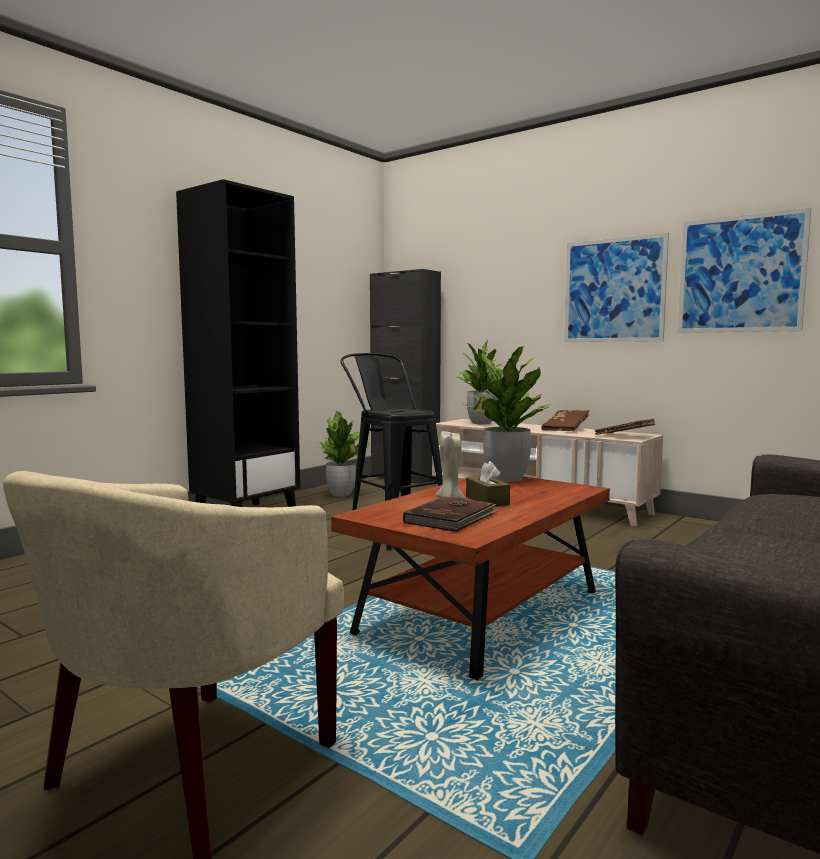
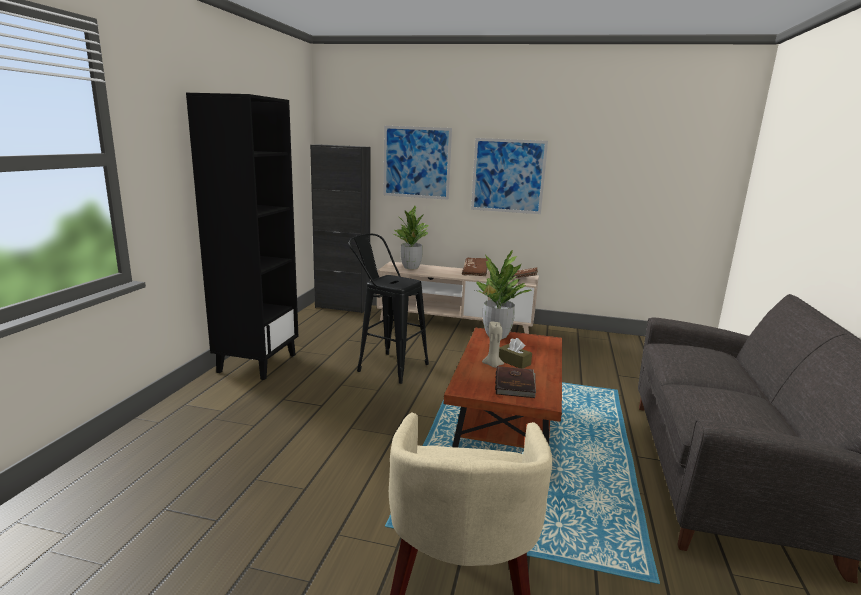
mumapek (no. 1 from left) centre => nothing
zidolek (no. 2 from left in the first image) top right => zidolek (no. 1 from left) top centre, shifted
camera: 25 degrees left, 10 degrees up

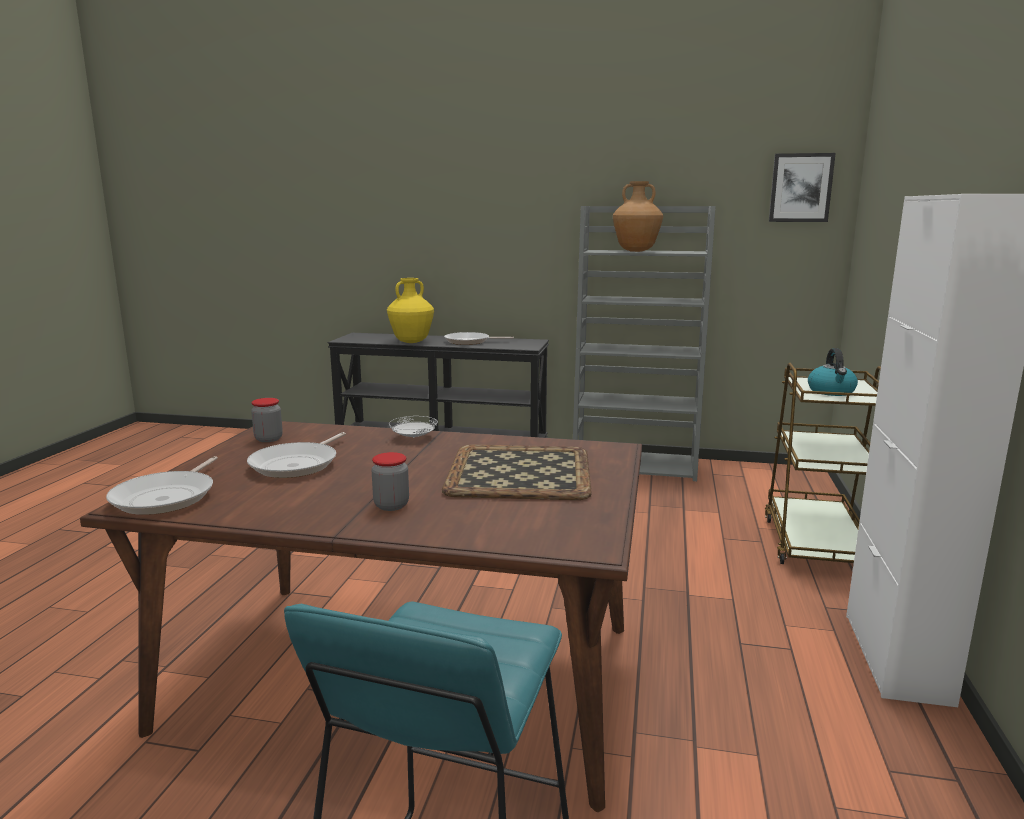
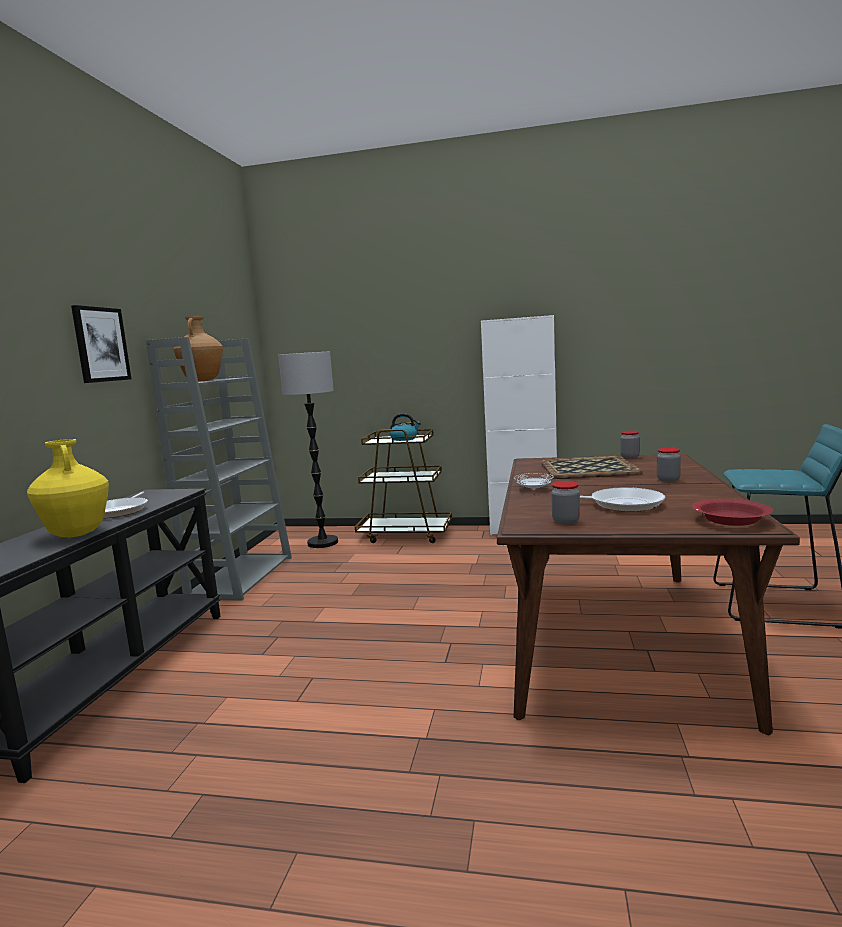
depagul (no. 1 from left) middle left => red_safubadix middle right
zidolek top right => zidolek middle left, shifted
nothing => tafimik centre
nothing => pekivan (no. 2 from left) middle right
camera: 90 degrees left, 5 degrees down

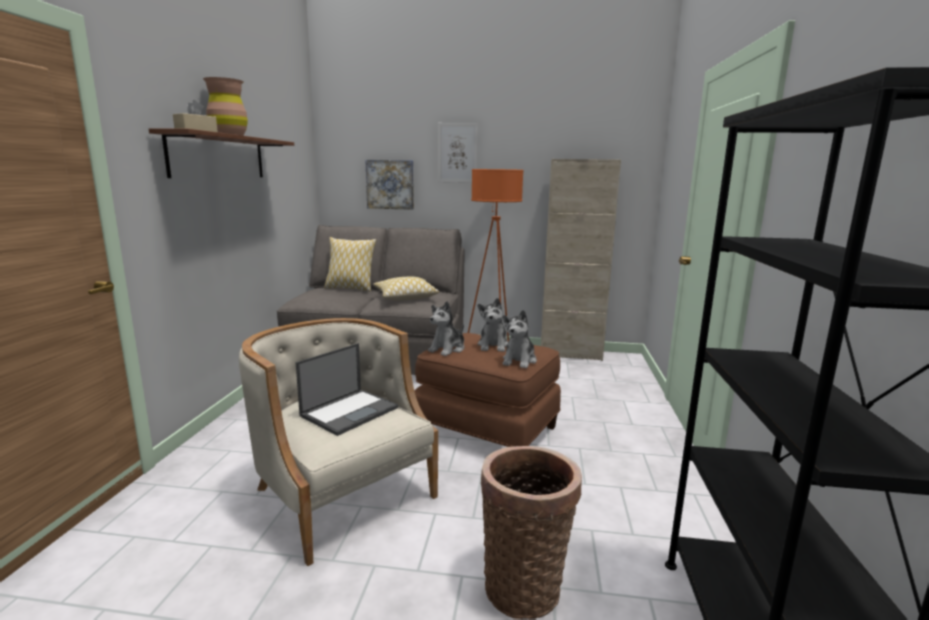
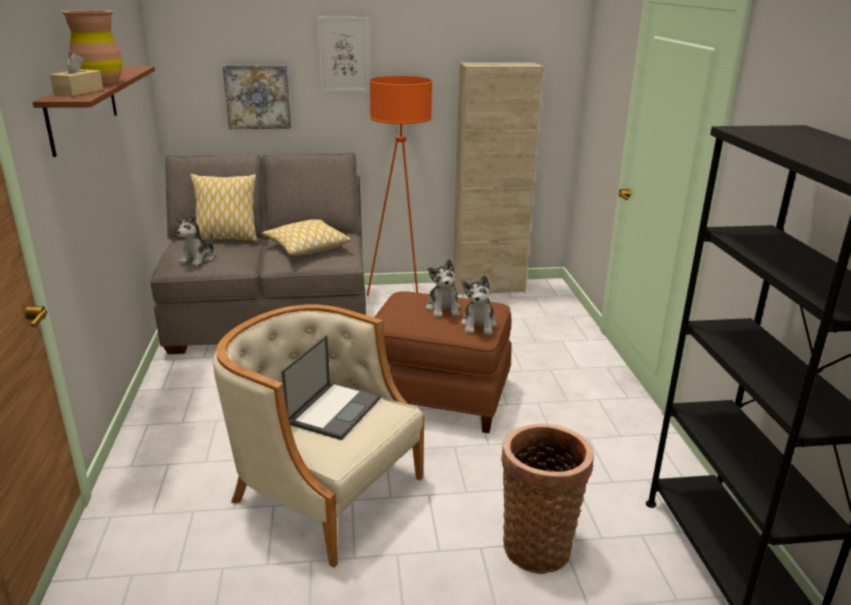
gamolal (no. 1 from left) centre => gamolal (no. 1 from left) middle left, shifted
camera: 15 degrees left, 10 degrees up

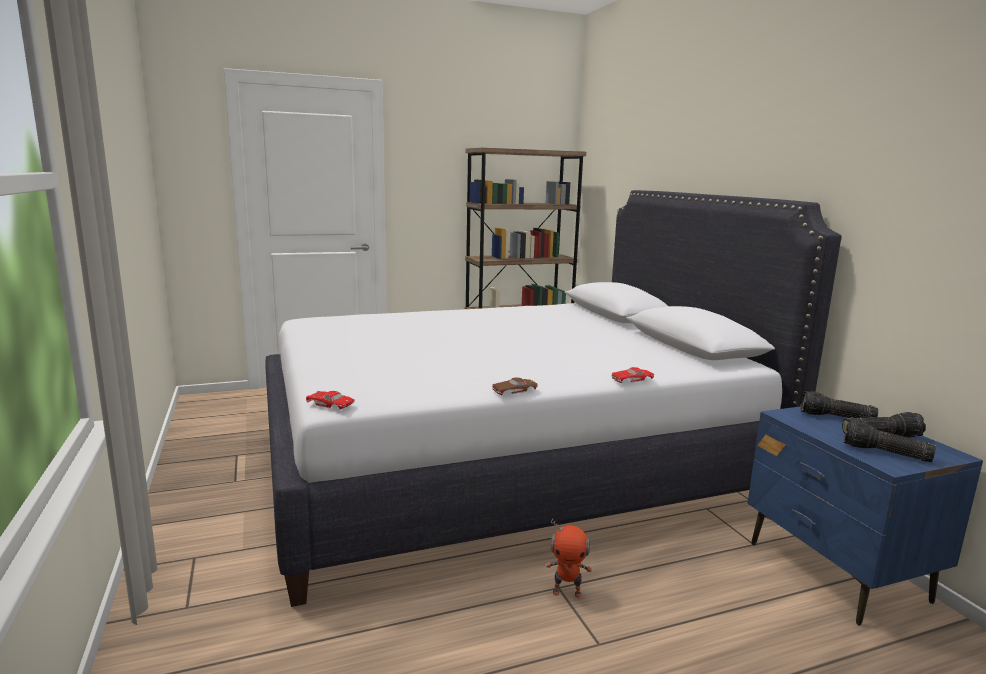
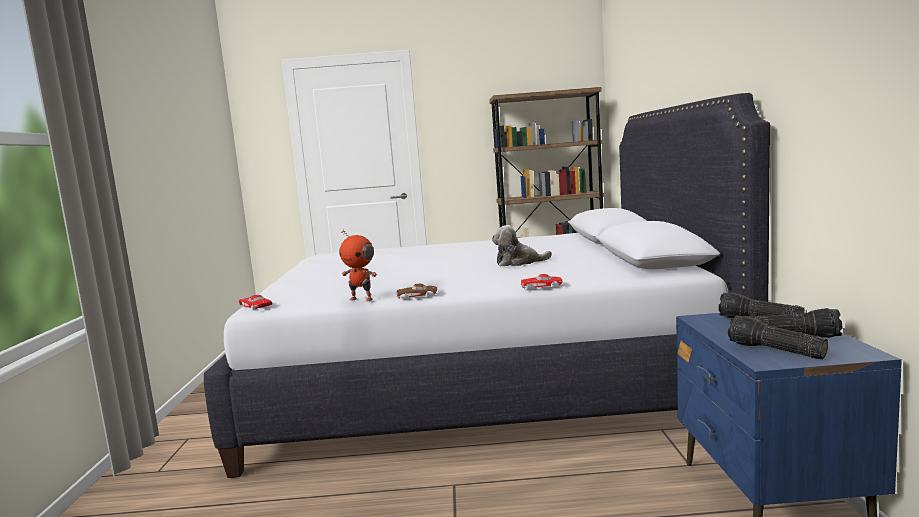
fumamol bottom centre => fumamol centre, shifted
nothing => gamolal centre
camera: 20 degrees right, 5 degrees down

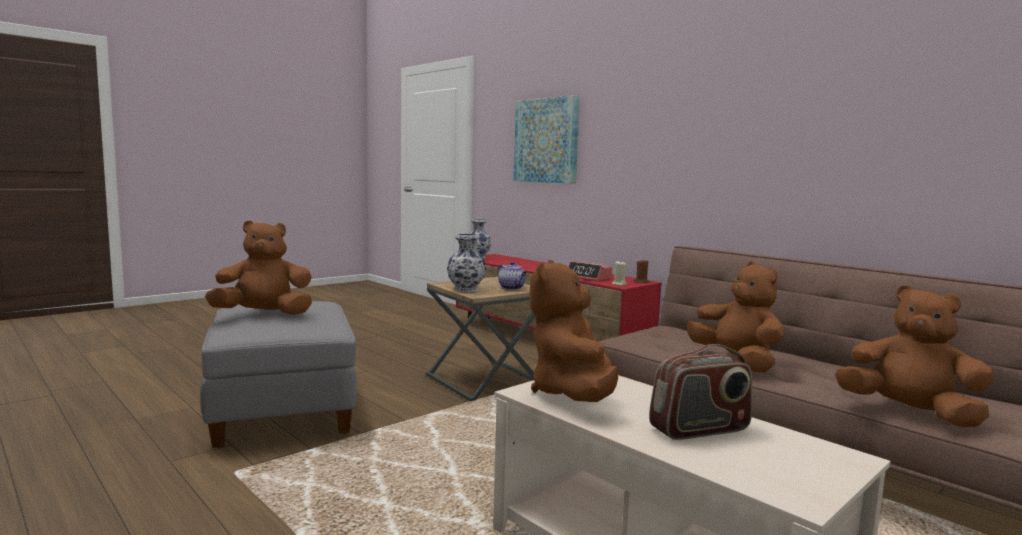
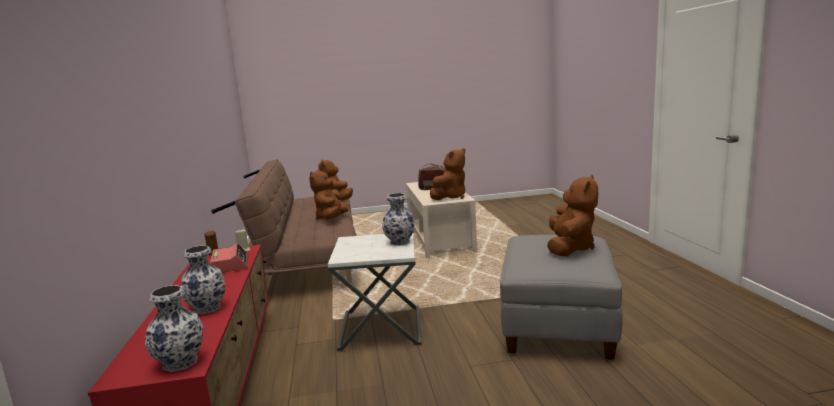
brown_gamolal (no. 1 from left in the first image) middle left => brown_gamolal (no. 4 from left) middle right, 90 degrees counterclockwise
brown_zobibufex centre => white_zobibufex bottom centre
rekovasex centre => nothing
zidolek top centre => nothing
nothing => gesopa (no. 2 from left) bottom left
camera: 145 degrees left, 5 degrees up

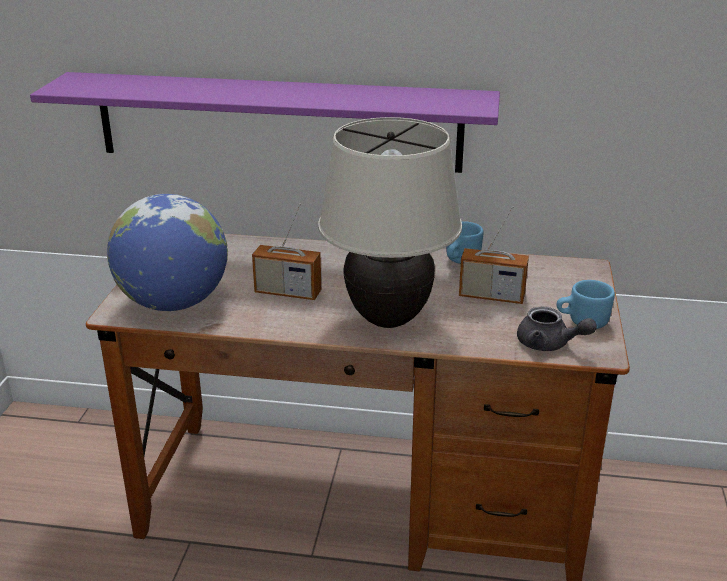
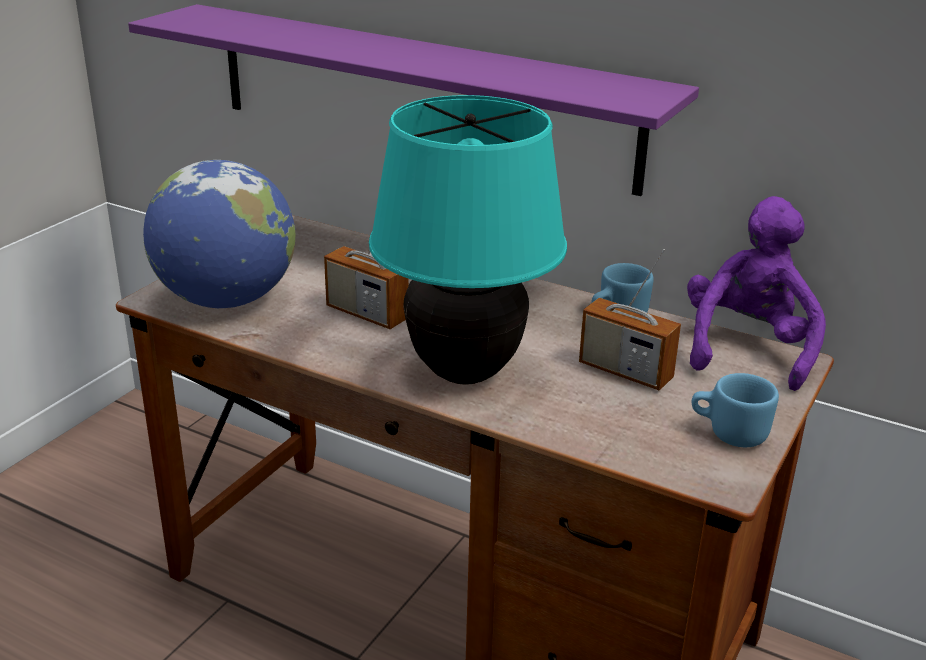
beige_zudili centre => turquoise_zudili centre
grey_rekovasex middle right => nothing
nothing => purple_gamolal middle right
camera: 20 degrees right, 0 degrees up

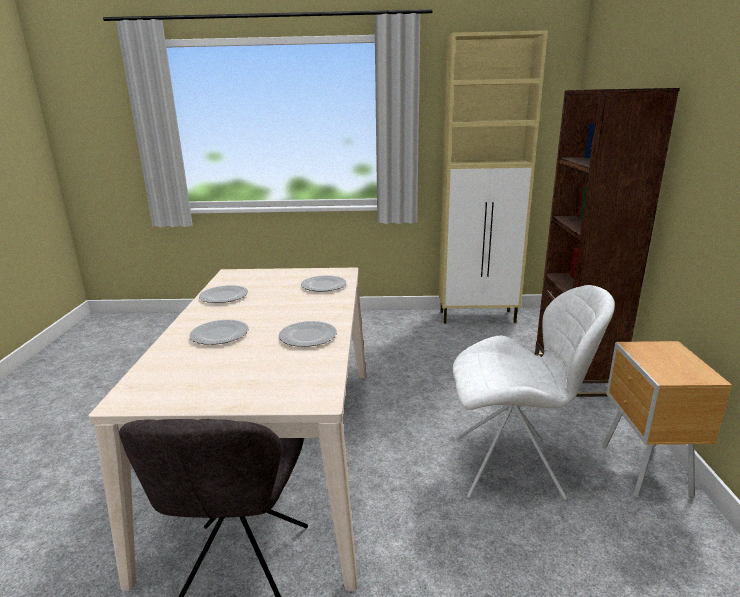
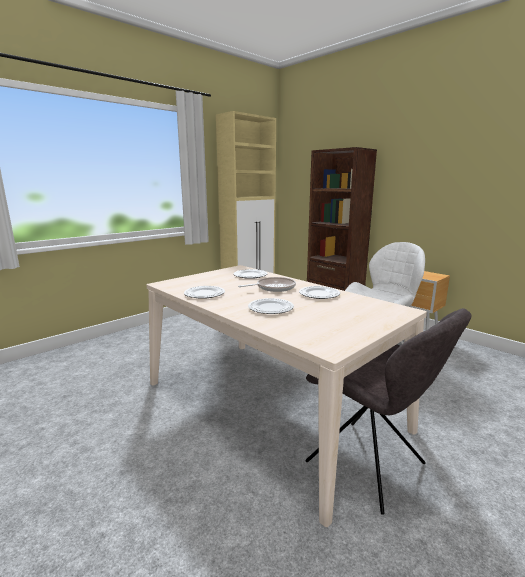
nothing => depagul centre
camera: 45 degrees left, 5 degrees down

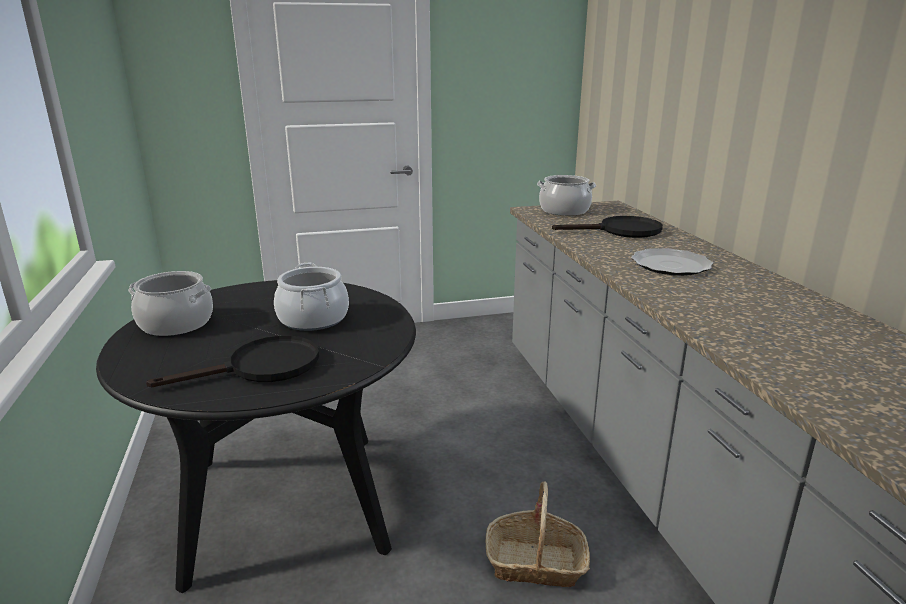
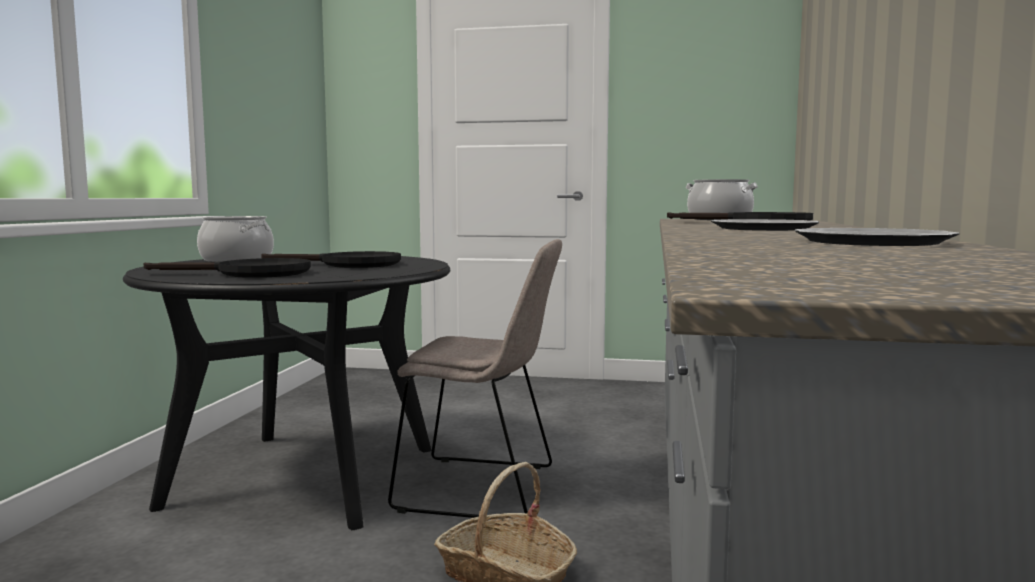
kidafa (no. 2 from left) centre => black_depagul (no. 2 from left) middle left
nothing => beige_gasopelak centre
nothing => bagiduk (no. 2 from left) middle right
camera: 25 degrees right, 15 degrees down

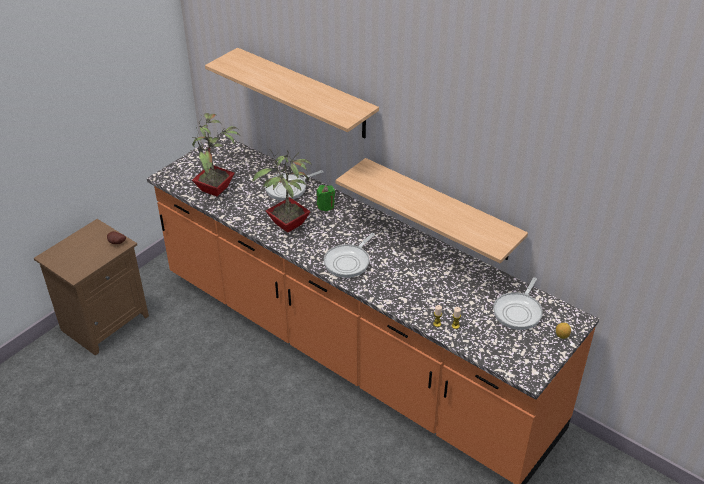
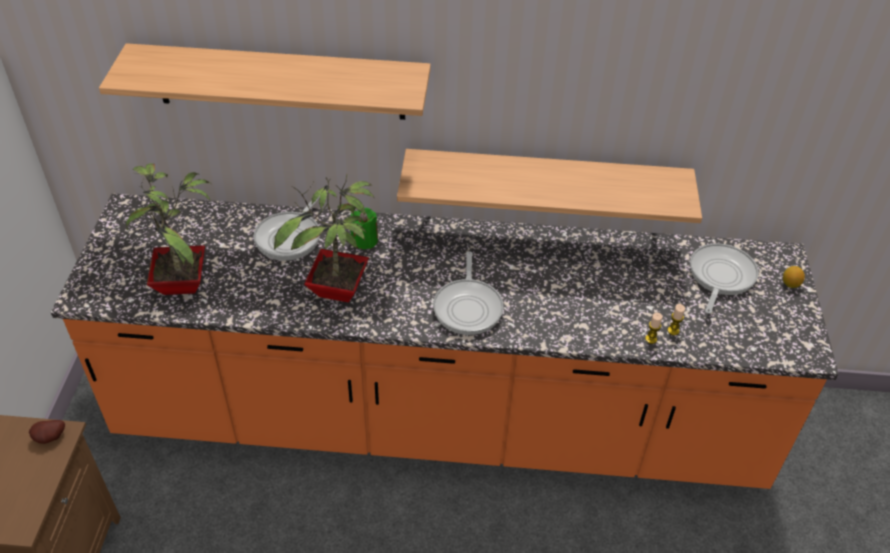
depagul (no. 3 from left) middle right, 150 degrees counterclockwise
camera: 35 degrees left, 5 degrees up

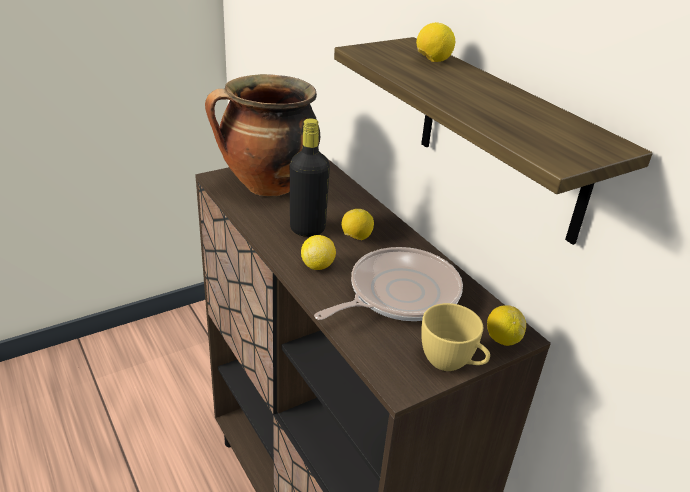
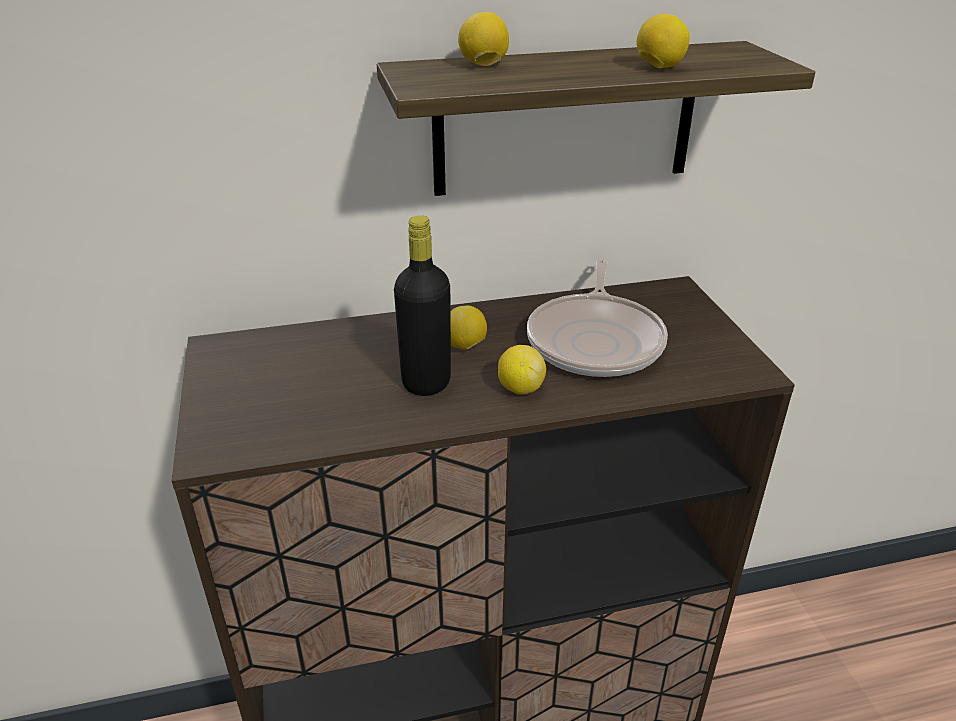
kidafa top centre => nothing
depagul centre, 150 degrees counterclockwise
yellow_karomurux bottom centre => nothing
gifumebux (no. 4 from left) middle right => gifumebux (no. 4 from left) top right, shifted
camera: 70 degrees left, 0 degrees up

